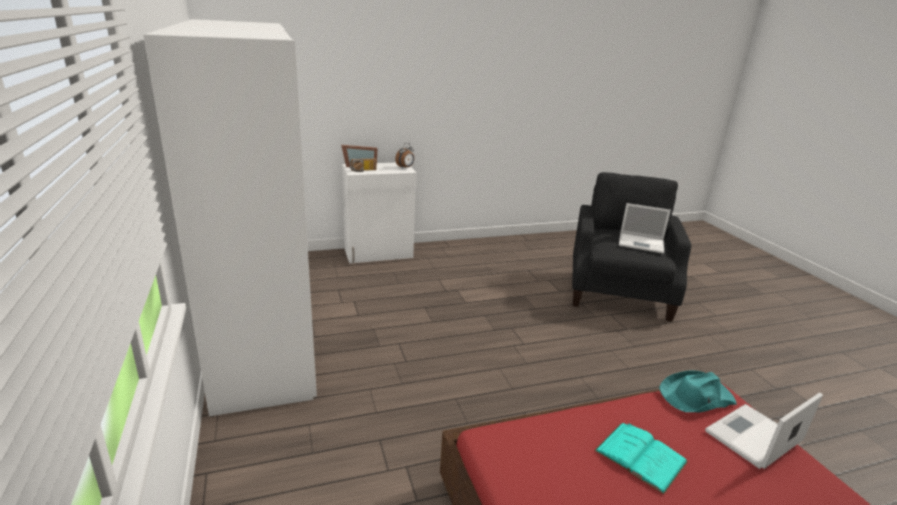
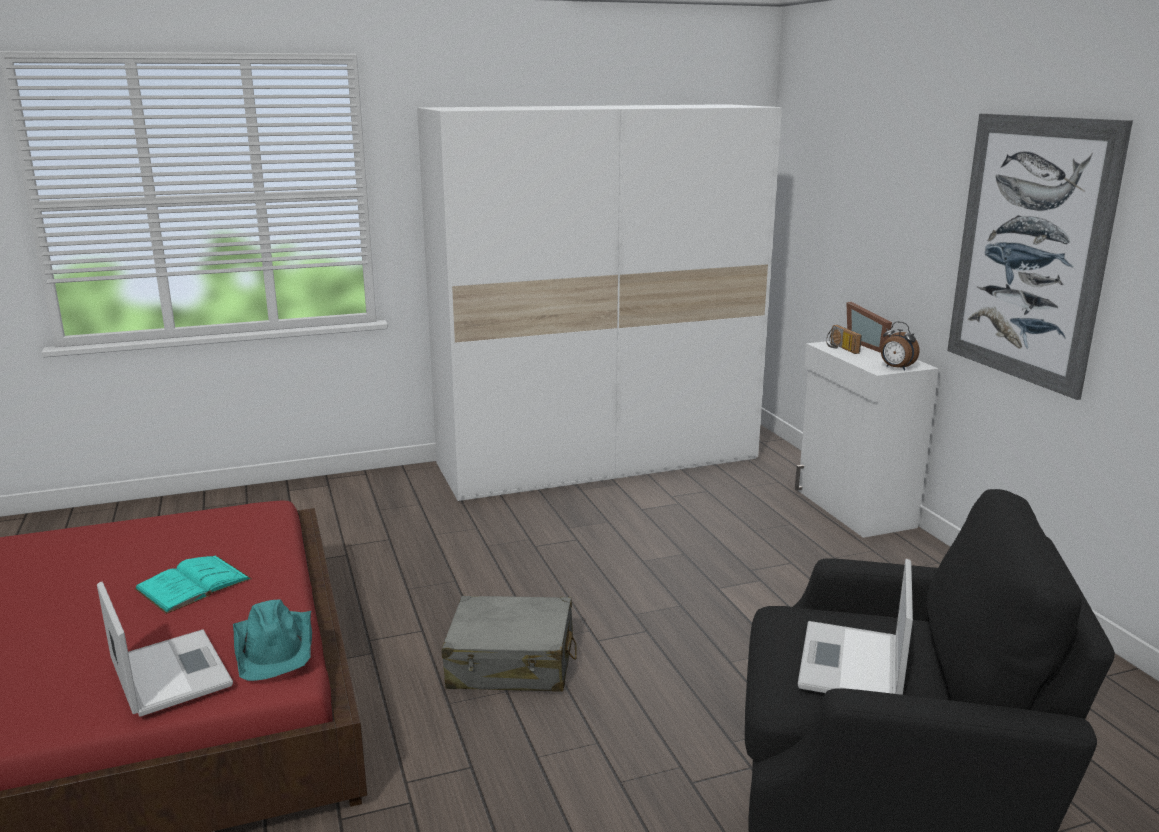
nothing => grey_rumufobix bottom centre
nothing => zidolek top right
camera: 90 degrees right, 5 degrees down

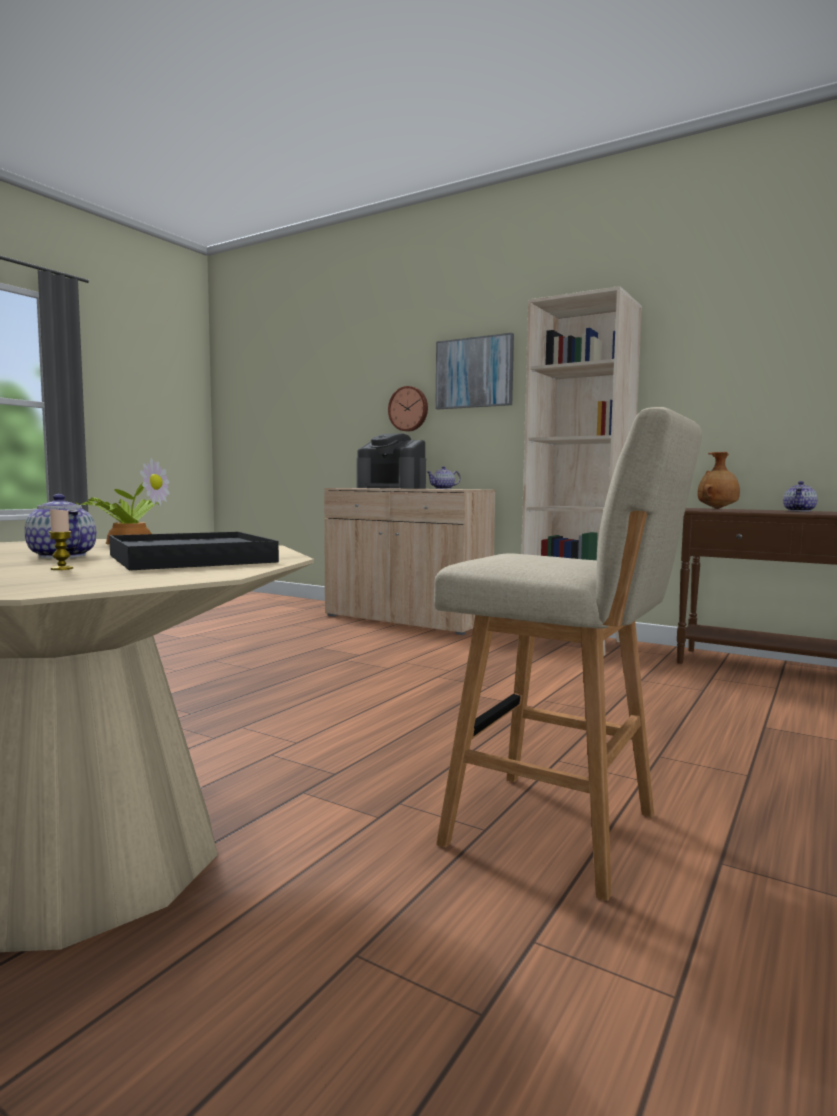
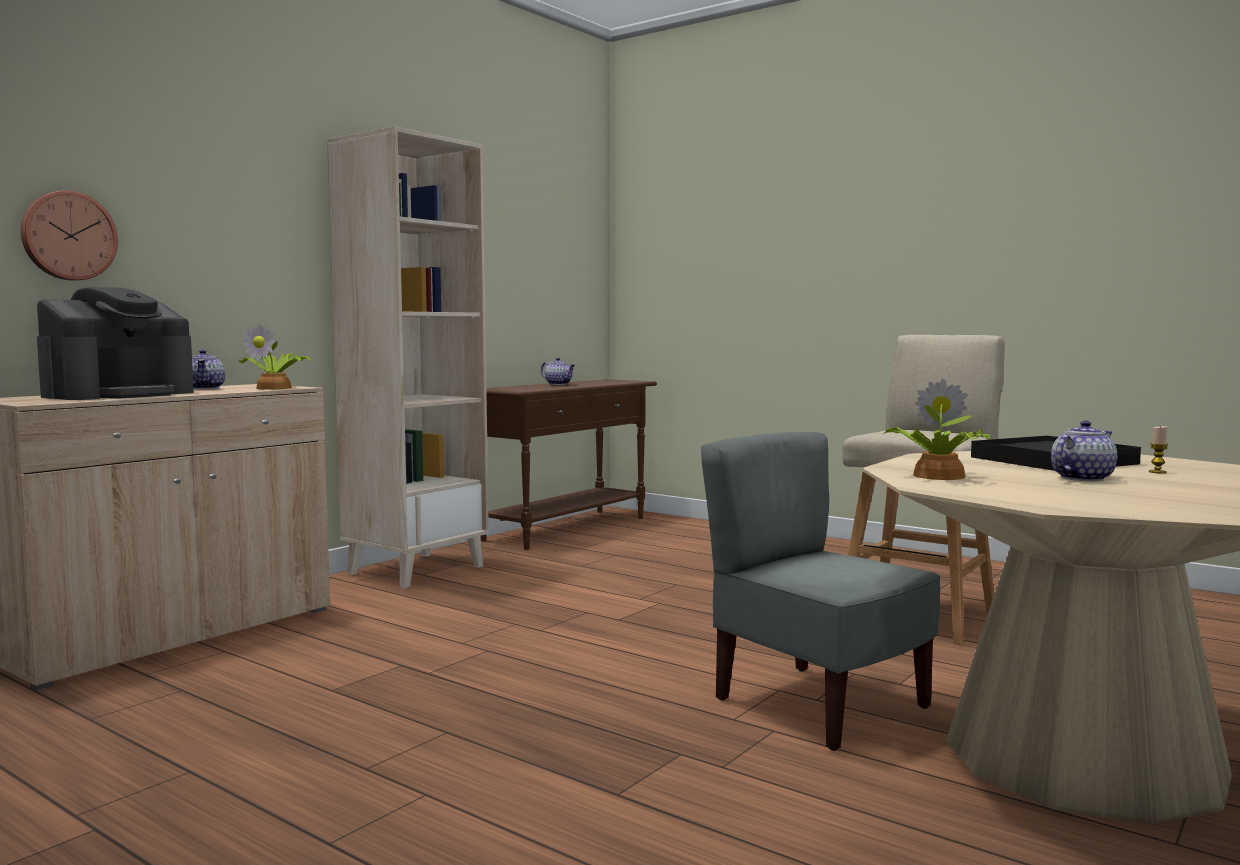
zidolek top centre => nothing
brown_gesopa middle right => nothing
nothing => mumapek (no. 1 from left) middle left
nothing => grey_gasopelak bottom centre
camera: 85 degrees left, 0 degrees up

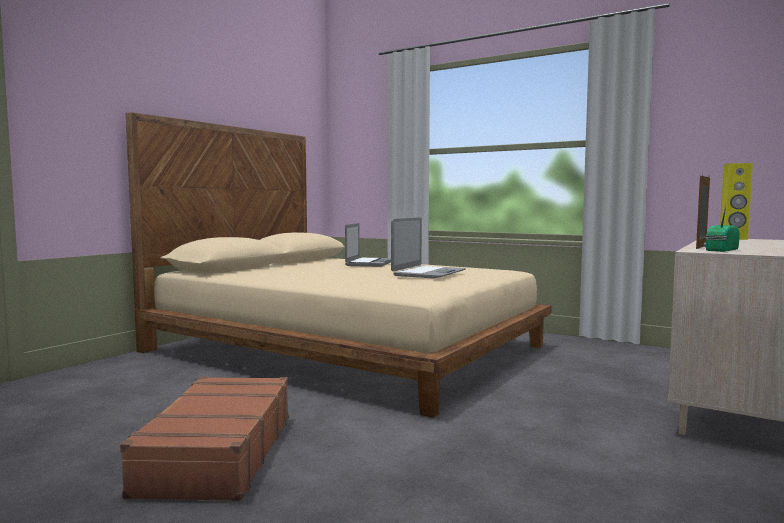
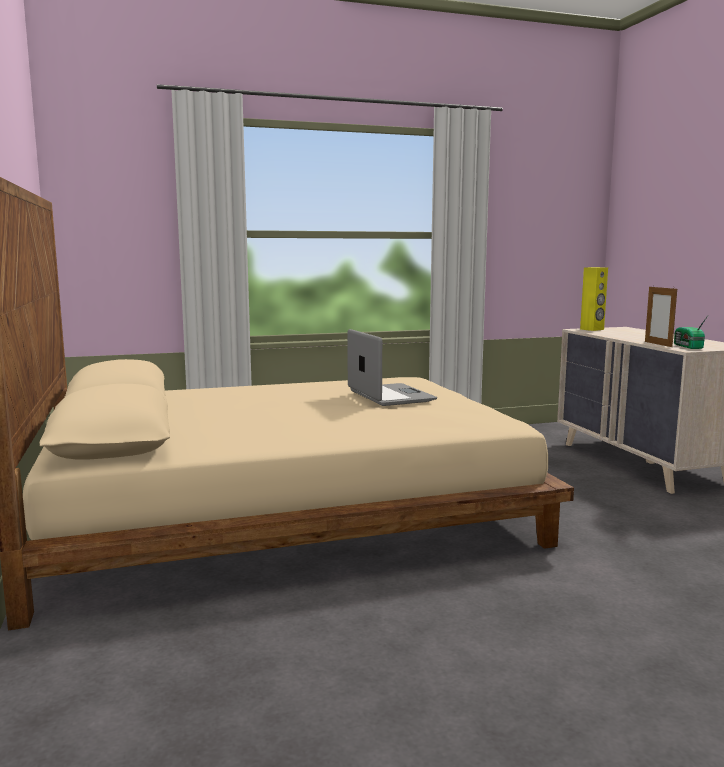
brown_rumufobix bottom left => nothing
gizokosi (no. 1 from left) centre => nothing
camera: 50 degrees left, 5 degrees up

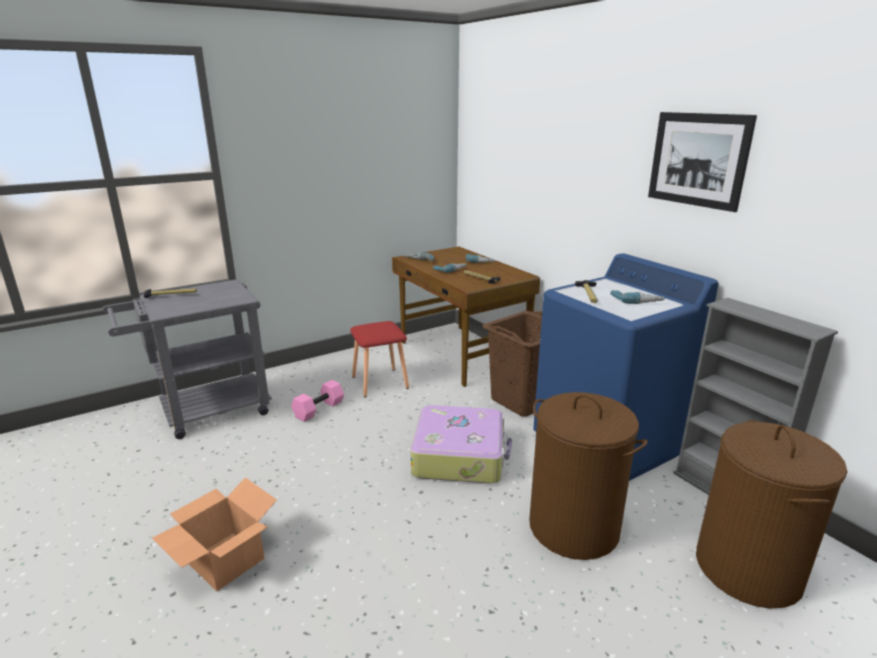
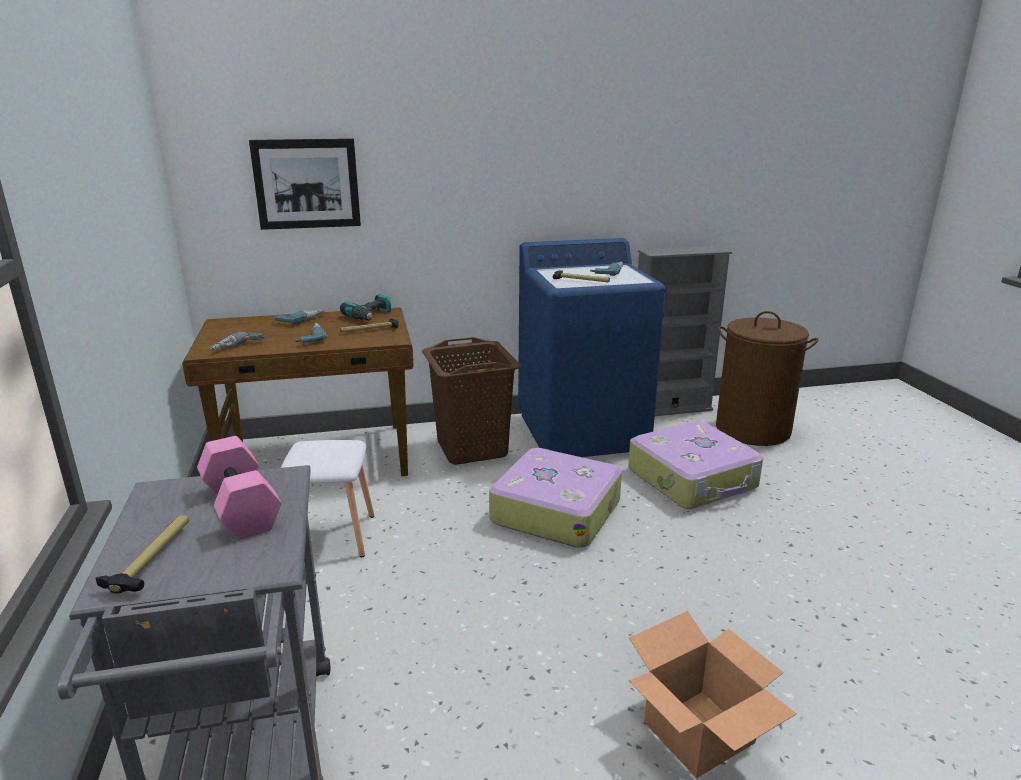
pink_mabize centre => pink_mabize middle left, shifted
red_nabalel centre => white_nabalel middle left
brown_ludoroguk (no. 2 from left) bottom right => rumufobix (no. 2 from left) middle right
zidolek top right => zidolek top left, shifted
nothing => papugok (no. 4 from left) centre
camera: 70 degrees left, 0 degrees up

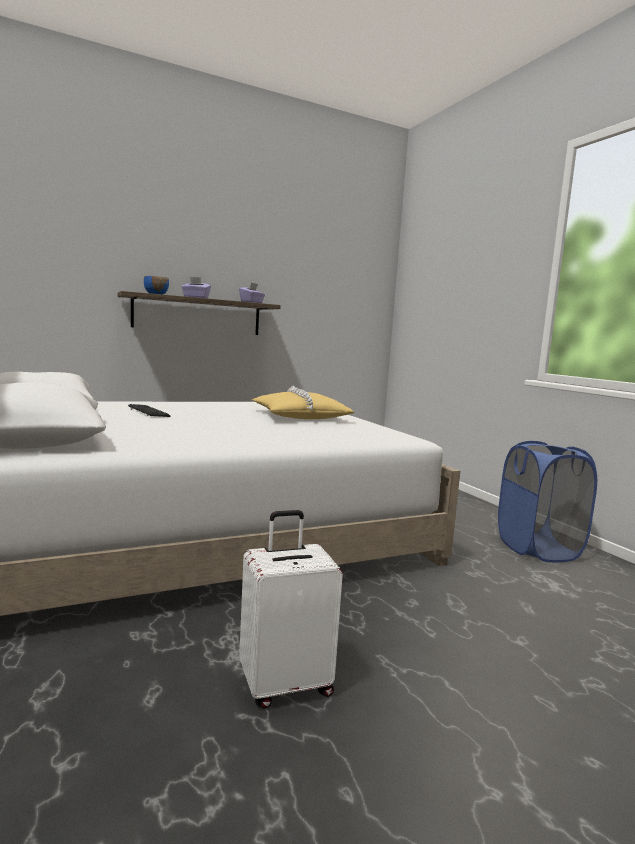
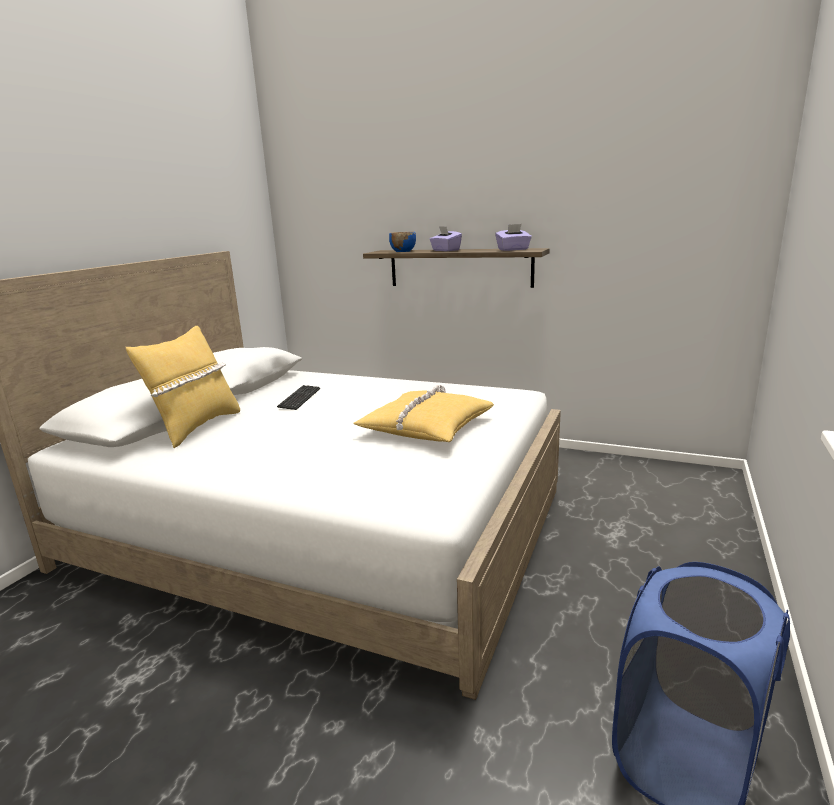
white_rumufobix bottom centre => nothing
nothing => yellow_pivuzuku (no. 1 from left) middle left
camera: 50 degrees right, 10 degrees up

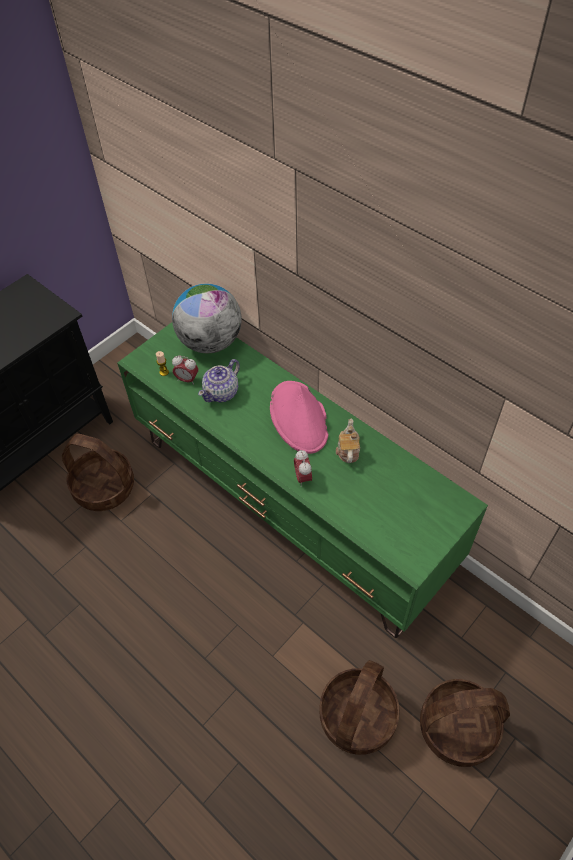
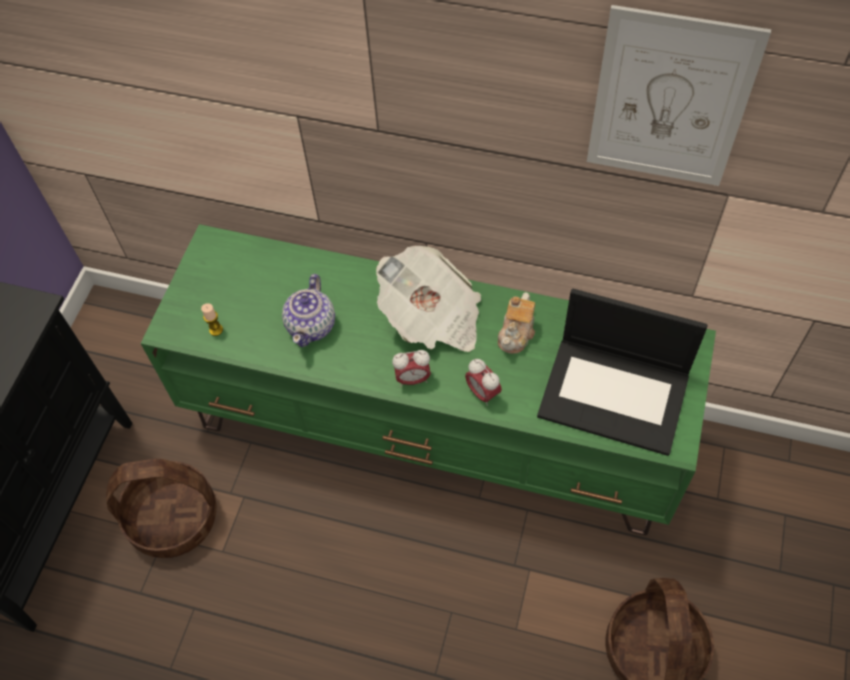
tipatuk centre => nothing
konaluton (no. 1 from left) middle left => konaluton (no. 1 from left) centre, shifted
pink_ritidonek centre => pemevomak centre
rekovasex (no. 2 from left) centre, 135 degrees counterclockwise
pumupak (no. 3 from left) bottom right => nothing
nothing => gizokosi middle right
nothing => zidolek top right
camera: 25 degrees left, 5 degrees up

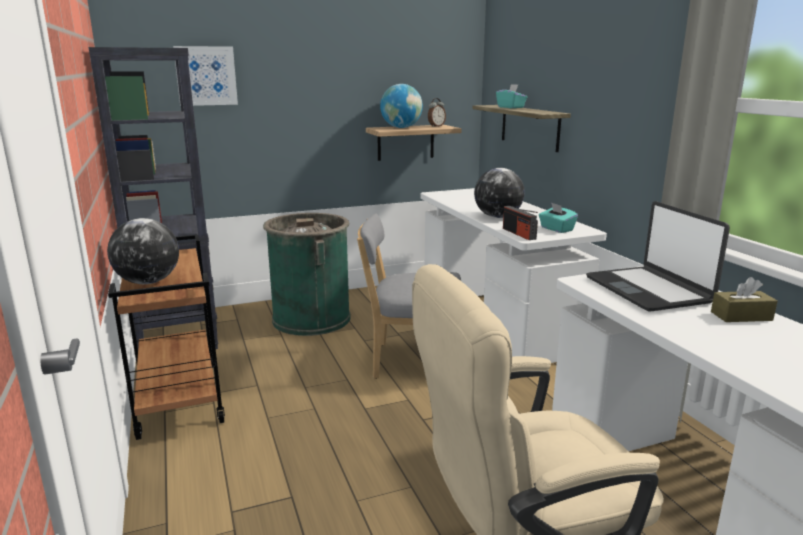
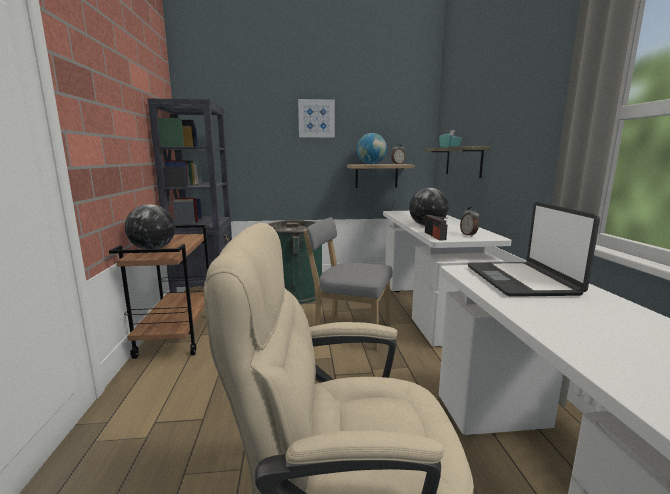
zidolek top left => zidolek top centre, shifted
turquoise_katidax (no. 2 from left) middle right => konaluton (no. 2 from left) middle right
brown_katidax middle right => nothing
camera: 15 degrees right, 5 degrees down

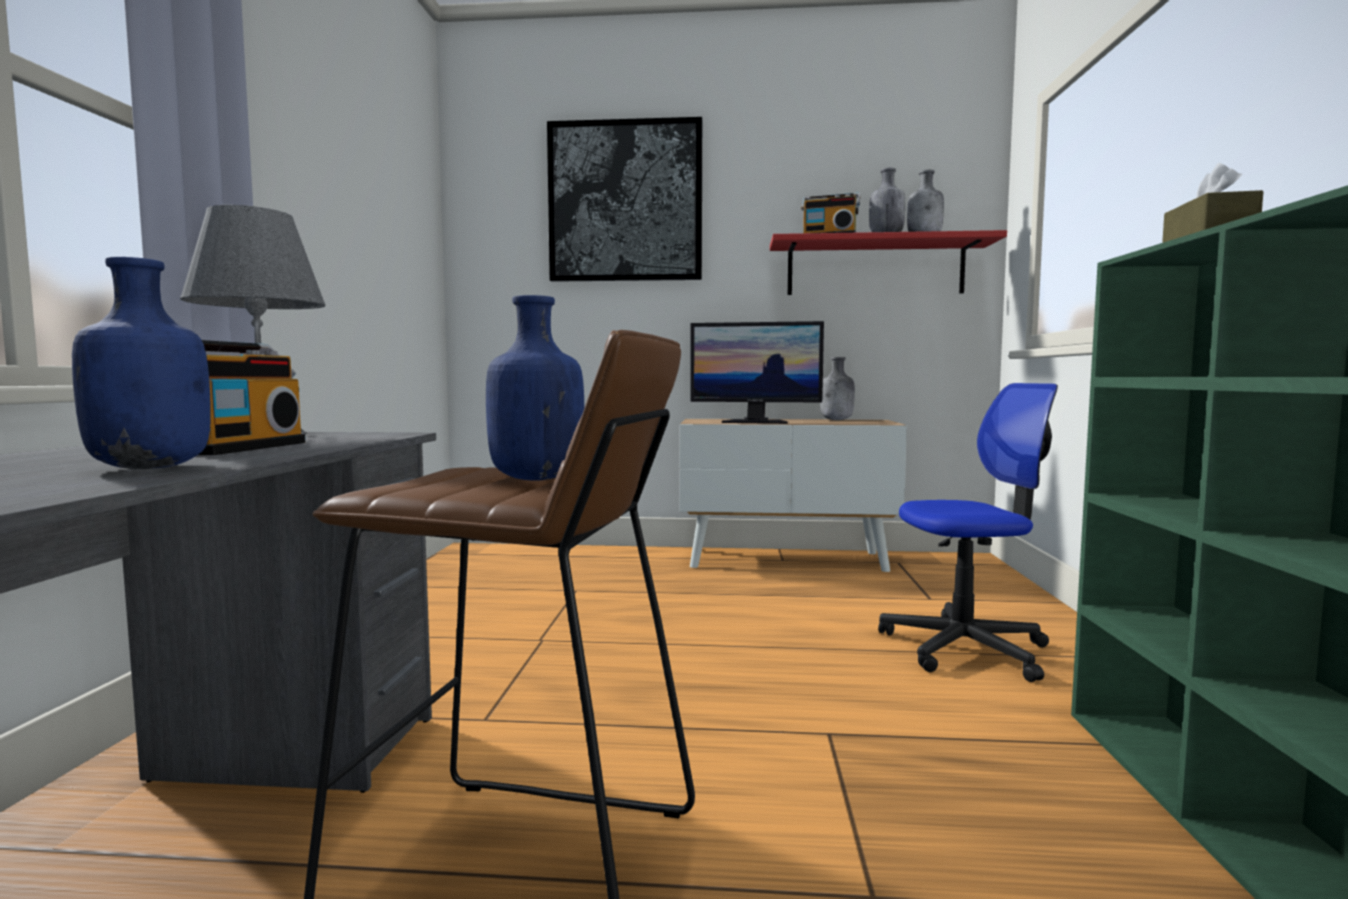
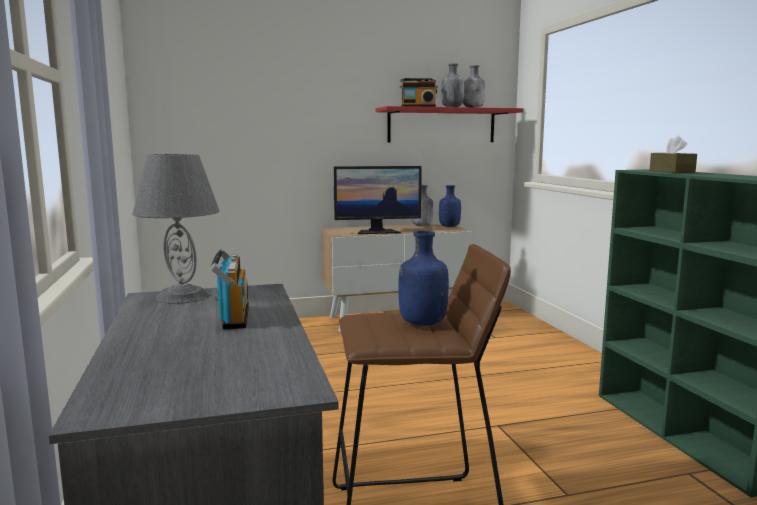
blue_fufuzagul (no. 1 from left in the first image) middle left => blue_fufuzagul (no. 2 from left) centre, shifted
zidolek top centre => nothing
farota middle right => nothing
camera: 20 degrees left, 5 degrees up

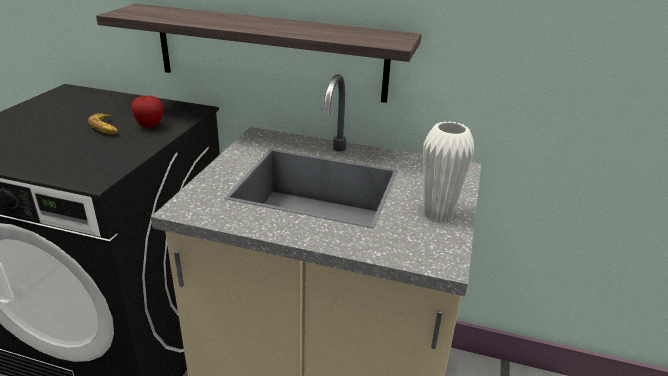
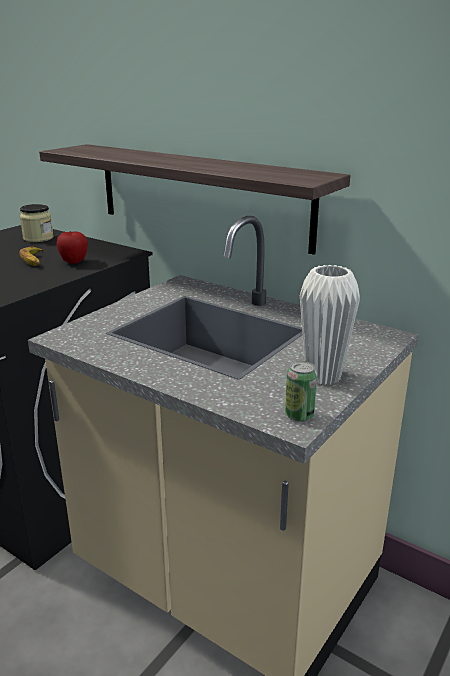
nothing => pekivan top left
nothing => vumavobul middle right
camera: 20 degrees right, 5 degrees down

